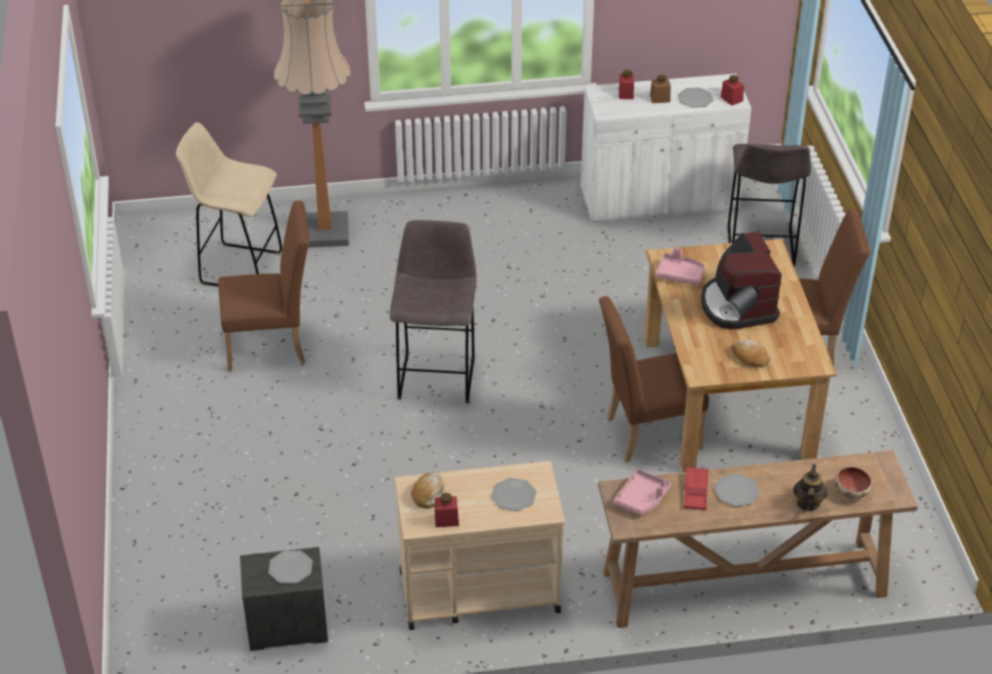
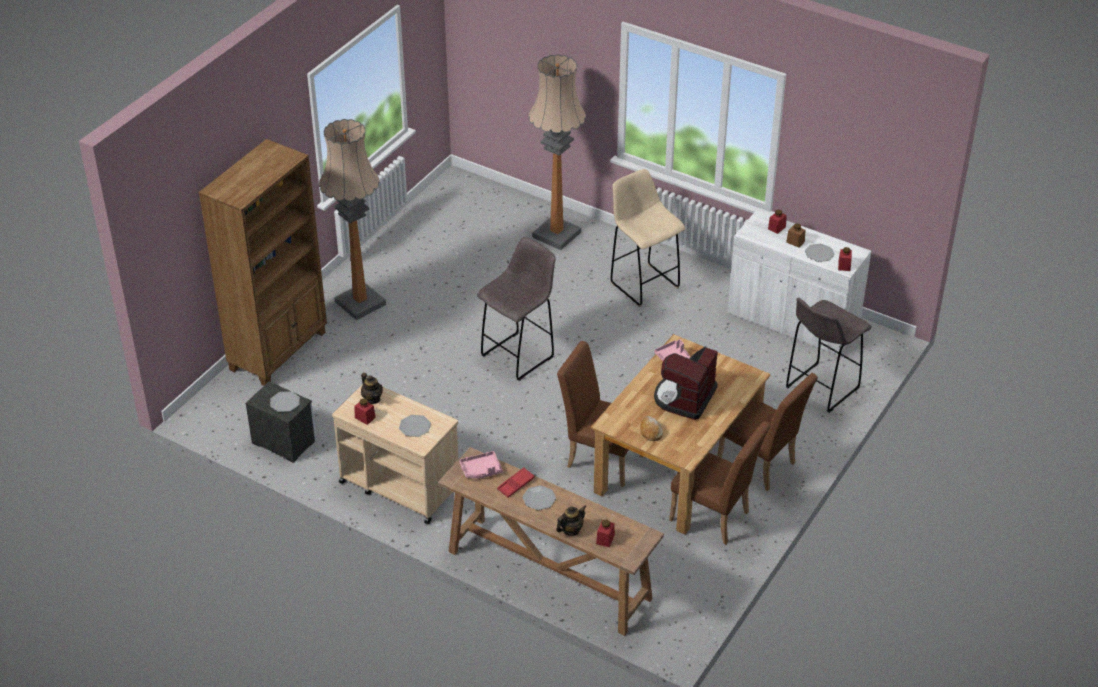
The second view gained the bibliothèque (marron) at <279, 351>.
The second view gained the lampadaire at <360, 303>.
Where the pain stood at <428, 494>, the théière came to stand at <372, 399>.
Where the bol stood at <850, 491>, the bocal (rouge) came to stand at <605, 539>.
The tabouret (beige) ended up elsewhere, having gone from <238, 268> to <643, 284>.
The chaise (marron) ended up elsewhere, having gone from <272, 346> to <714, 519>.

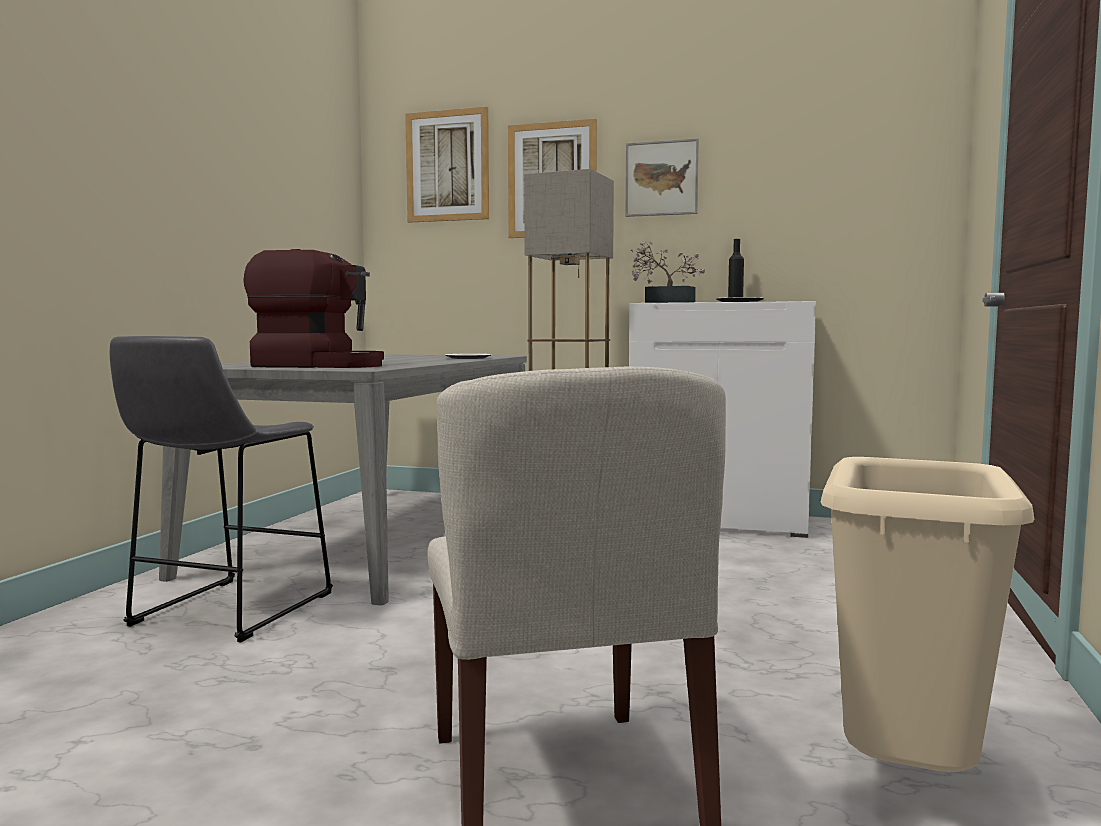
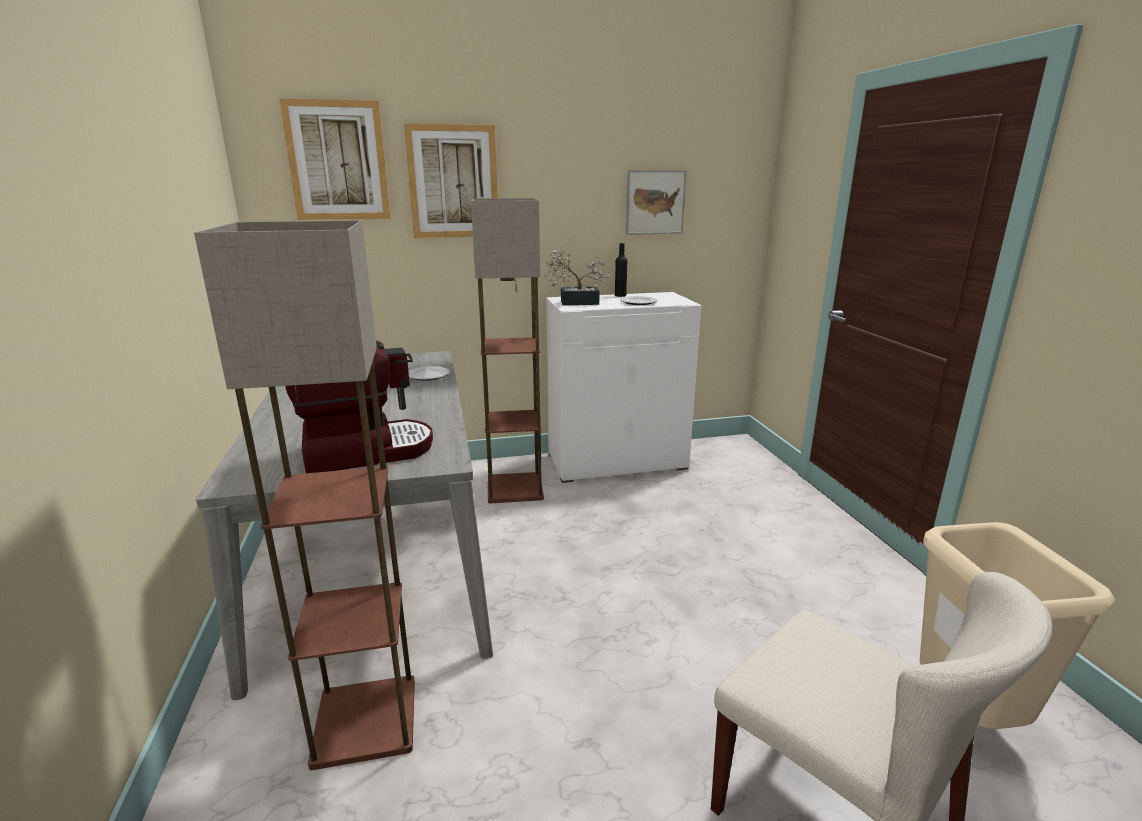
Where the tabouret (gris) stood at <226, 612>, the lampadaire came to stand at <364, 723>.
The tableau ended up elsewhere, having gone from <661, 178> to <655, 202>.

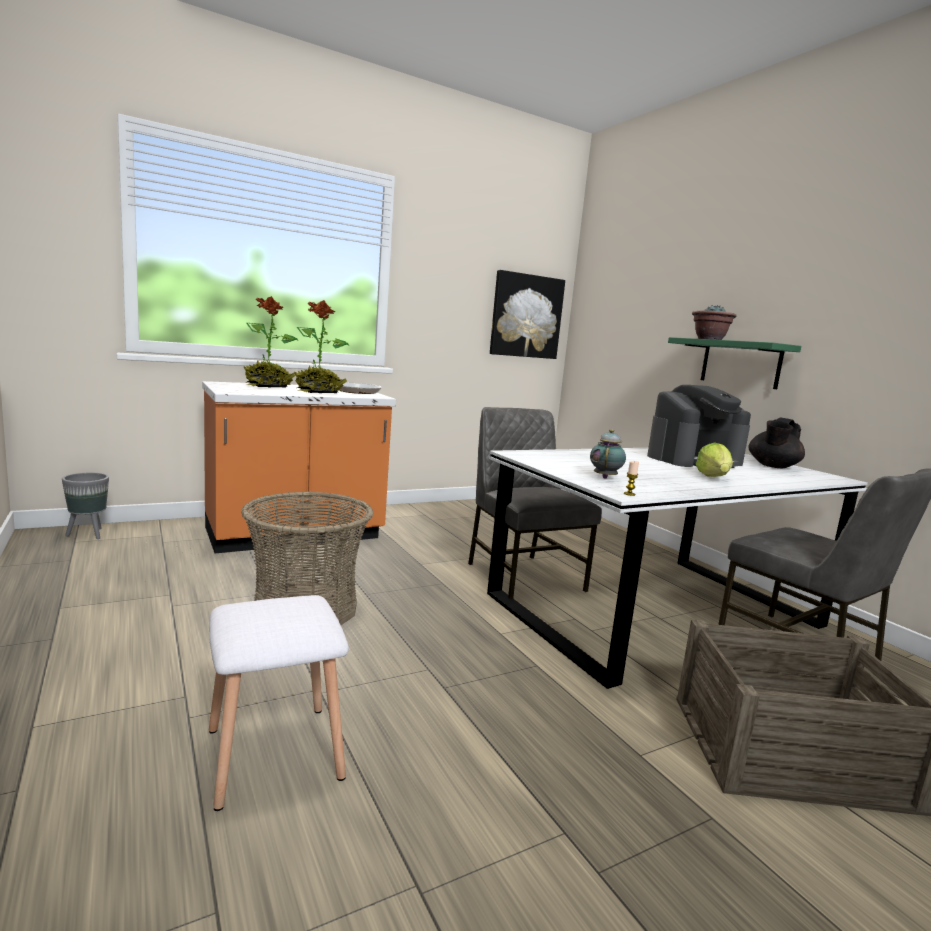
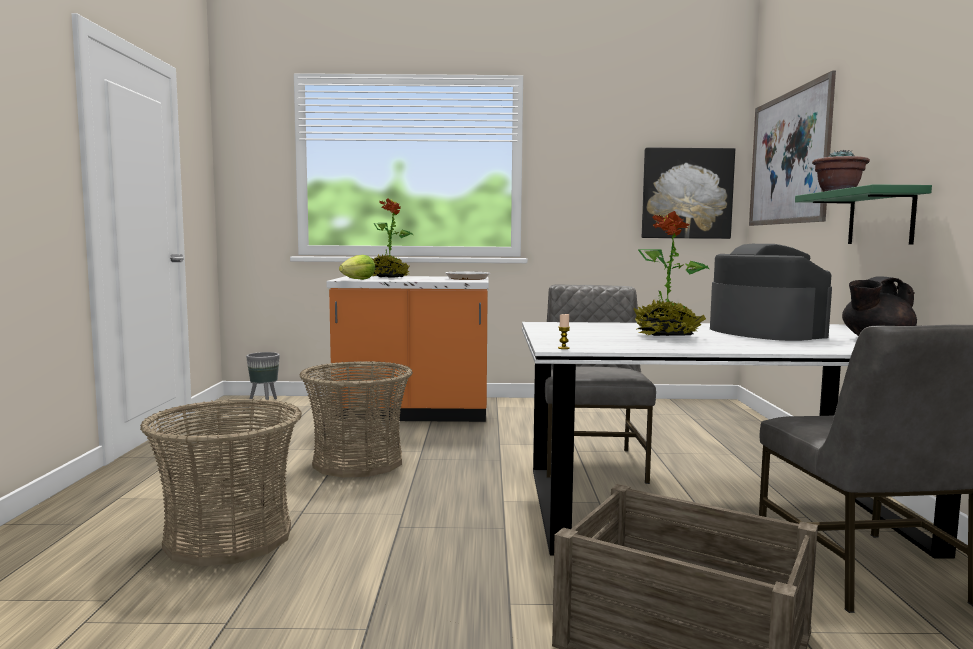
Where the tabouret (blanc) stood at <272, 752>, the panier came to stand at <228, 537>.
The laitue ended up elsewhere, having gone from <713, 477> to <358, 279>.
The plante en pot ended up elsewhere, having gone from <319, 393> to <667, 336>.
The machine à café at <694, 460> ended up facing another way, 120 degrees counterclockwise from before.
The second view gained the tableau at <788, 158>.
The second view lost the théière at <605, 477>.

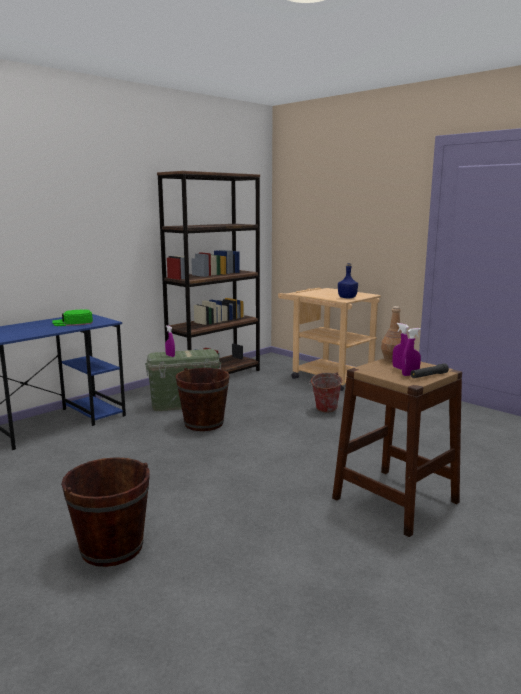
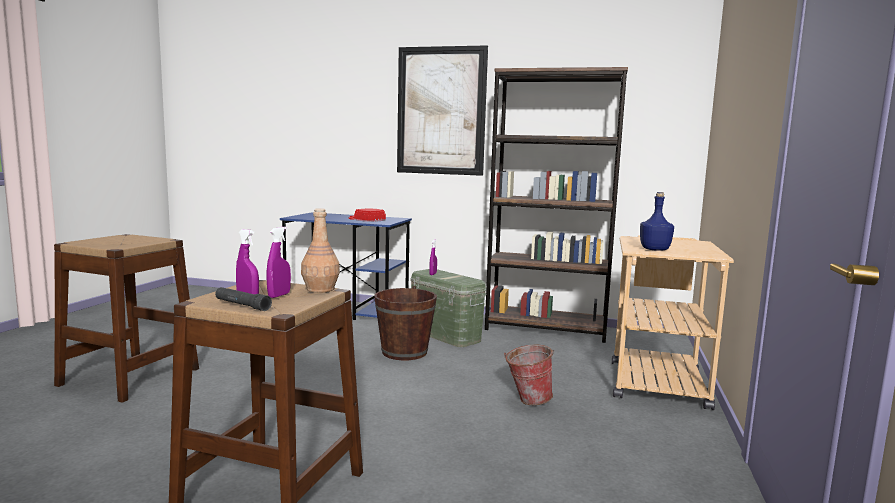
Where the seau (marron) stood at <112, 547>, the tabouret (marron) came to stand at <129, 376>.
What was the casquette (vert) at <73, 322> turned into the casquette (rouge) at <366, 219>.
The second view gained the tableau at <441, 111>.

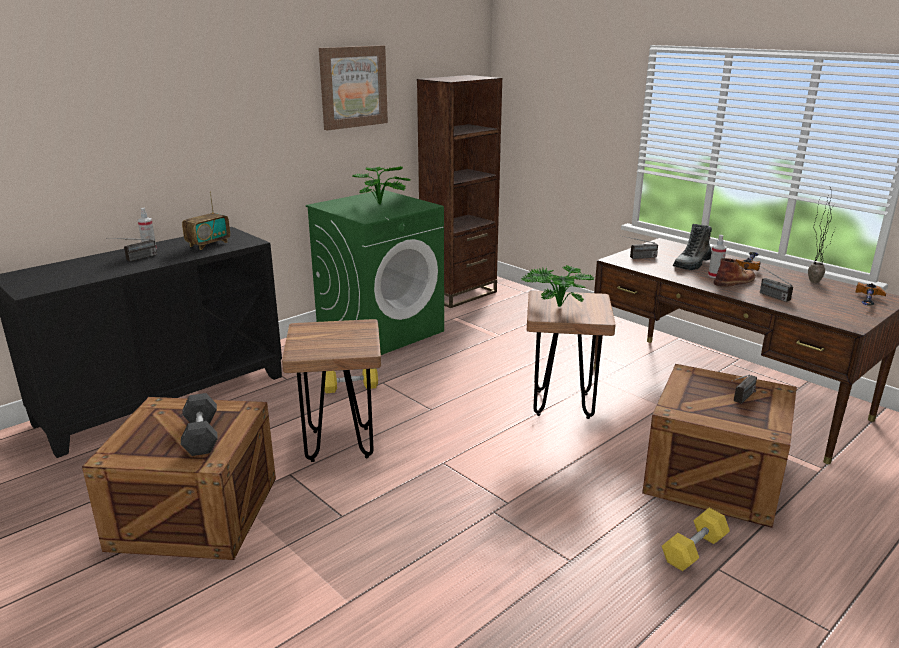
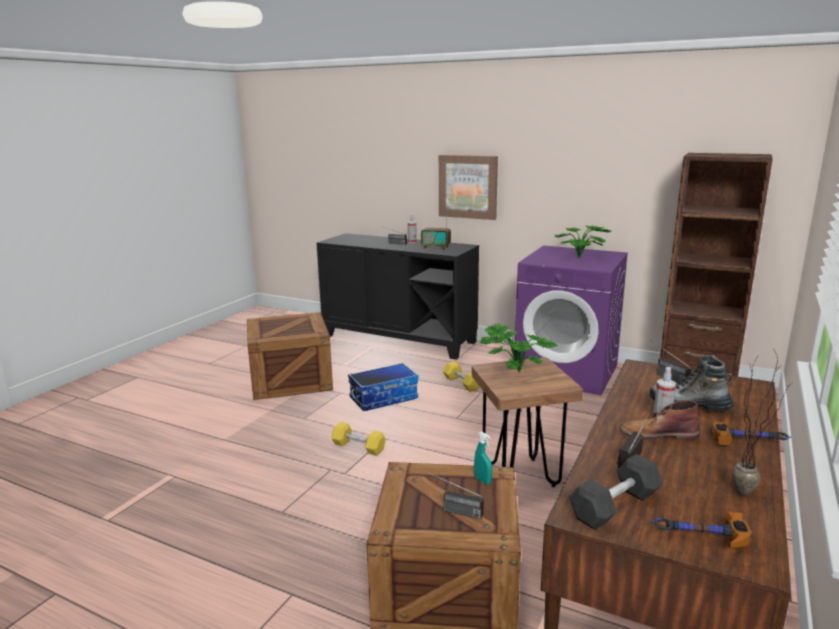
The haltère (jaune) ended up elsewhere, having gone from <694, 550> to <358, 447>.
Where the tabouret (marron) stood at <340, 444>, the boîte de rangement came to stand at <383, 398>.
The tableau ended up elsewhere, having gone from <353, 87> to <468, 186>.
The second view gained the vaporisateur (turquoise) at <482, 480>.
What was the lave-linge (vert) at <381, 331> turned into the lave-linge (violet) at <567, 372>.
The haltère (gris) ended up elsewhere, having gone from <201, 435> to <615, 506>.
The botte (marron) at <735, 281> ended up facing another way, 150 degrees clockwise from before.

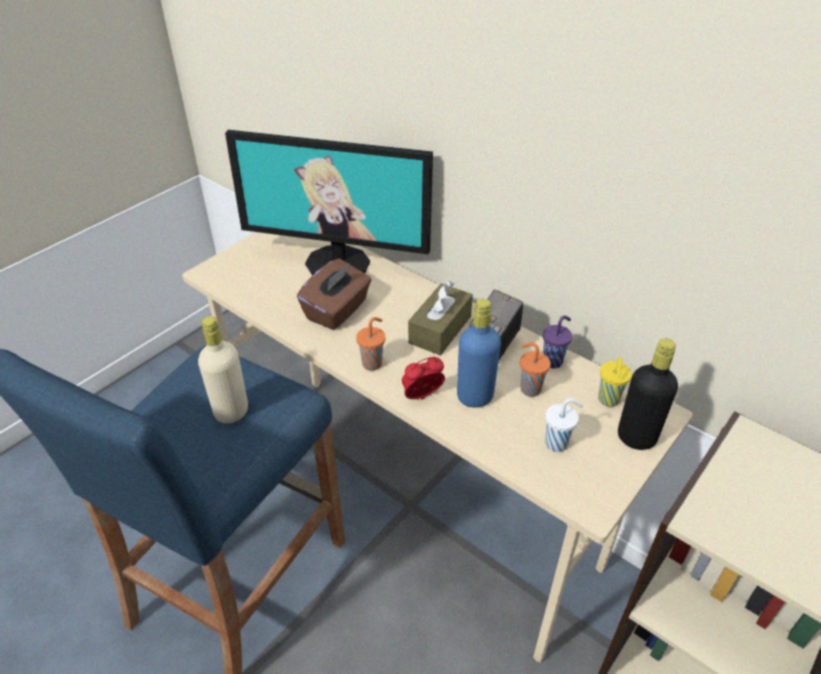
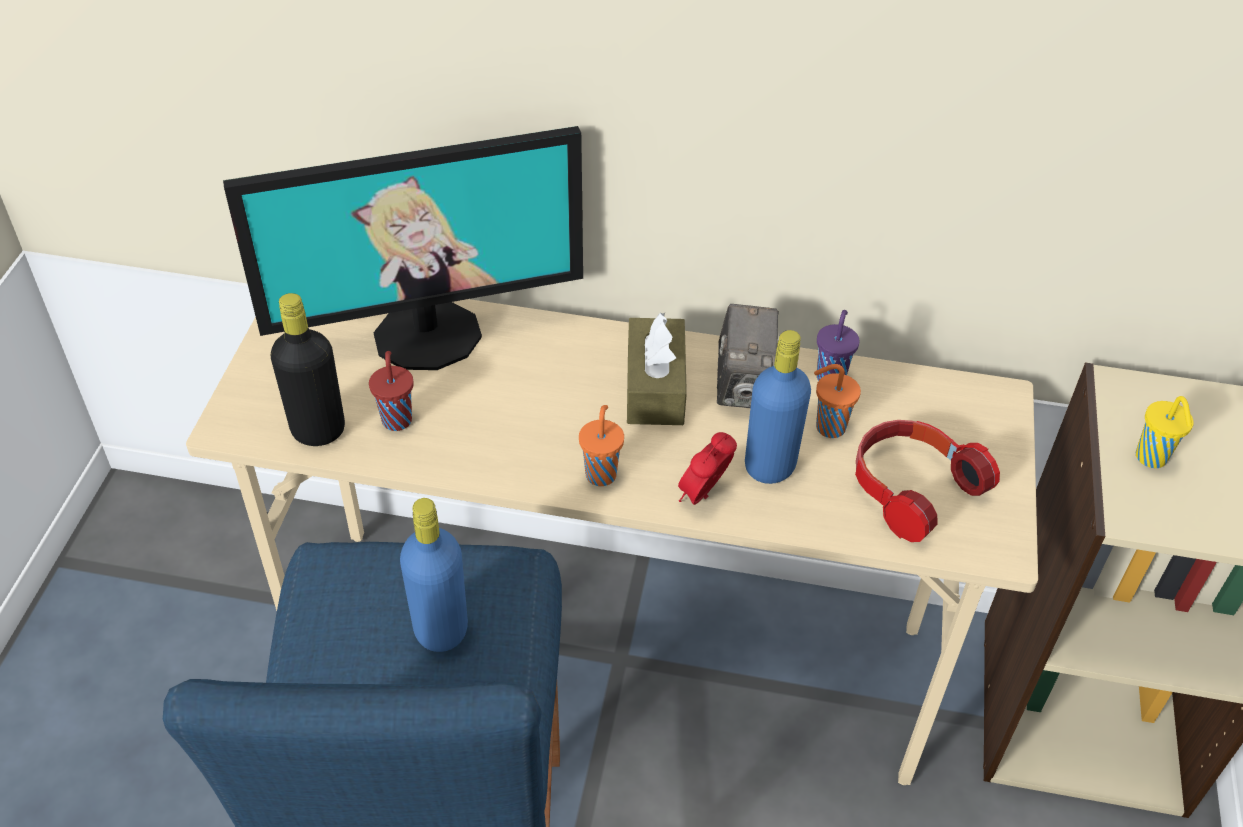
The bouteille (noir) ended up elsewhere, having gone from <636, 437> to <318, 430>.
The second view gained the tasse (rouge) at <397, 419>.
What was the bouteille (beige) at <231, 411> turned into the bouteille (bleu) at <441, 629>.
Where the tasse (blanc) stood at <557, 443>, the casque audio came to stand at <911, 487>.
The tasse (jaune) ended up elsewhere, having gone from <608, 400> to <1152, 459>.
The second view lost the boîte à mouchoirs (marron) at <337, 311>.

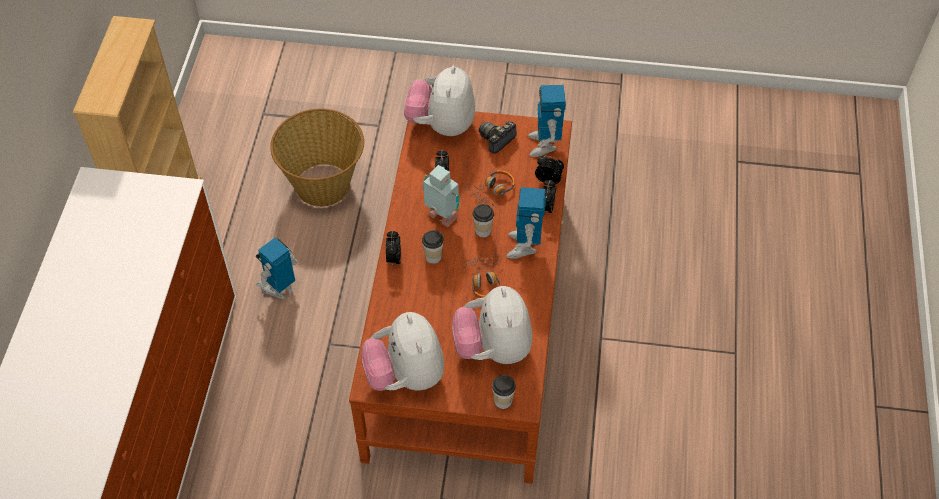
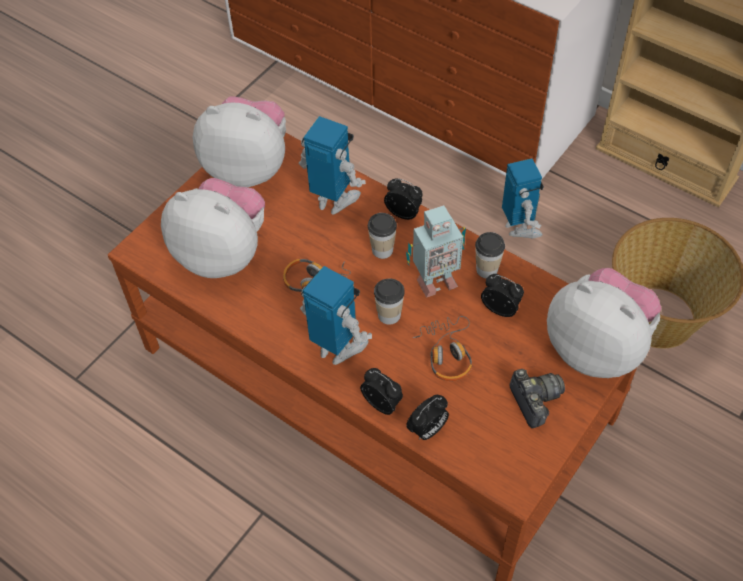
The robot jouet ended up elsewhere, having gone from <544, 145> to <334, 200>.
The tasse ended up elsewhere, having gone from <503, 401> to <487, 269>.

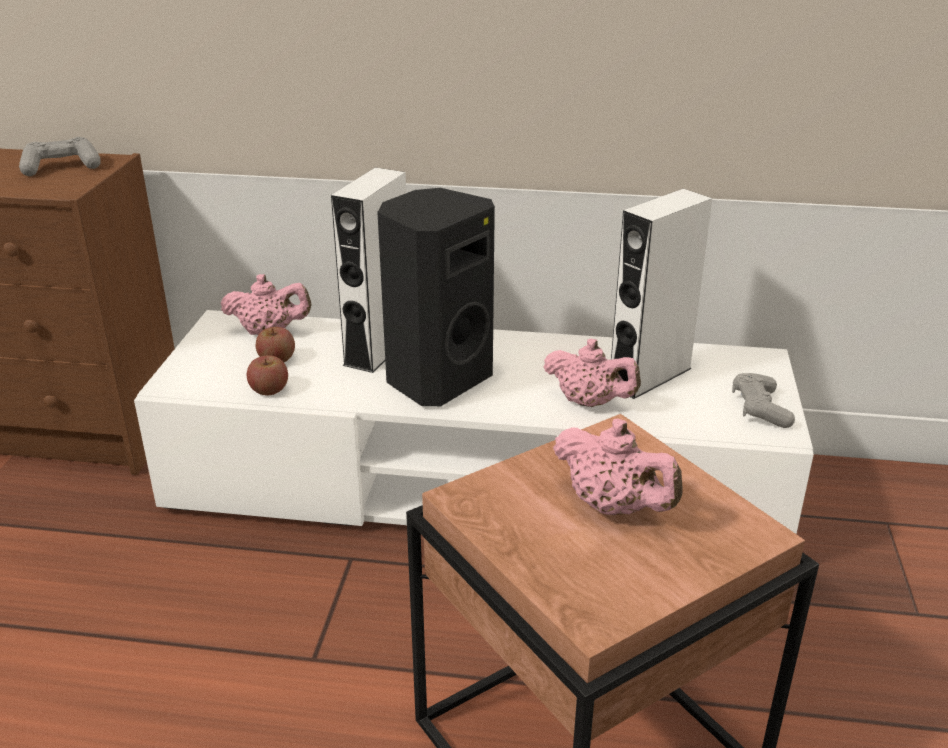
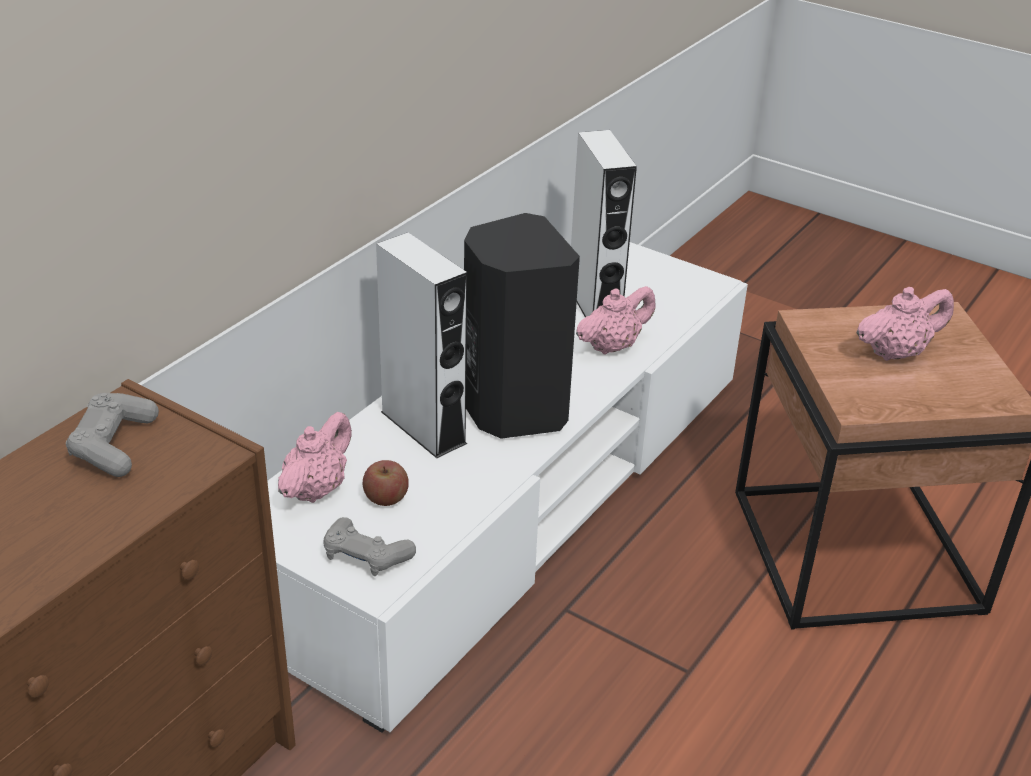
The manette (gris) ended up elsewhere, having gone from <759, 409> to <366, 556>.
The second view lost the pomme at <269, 390>.

